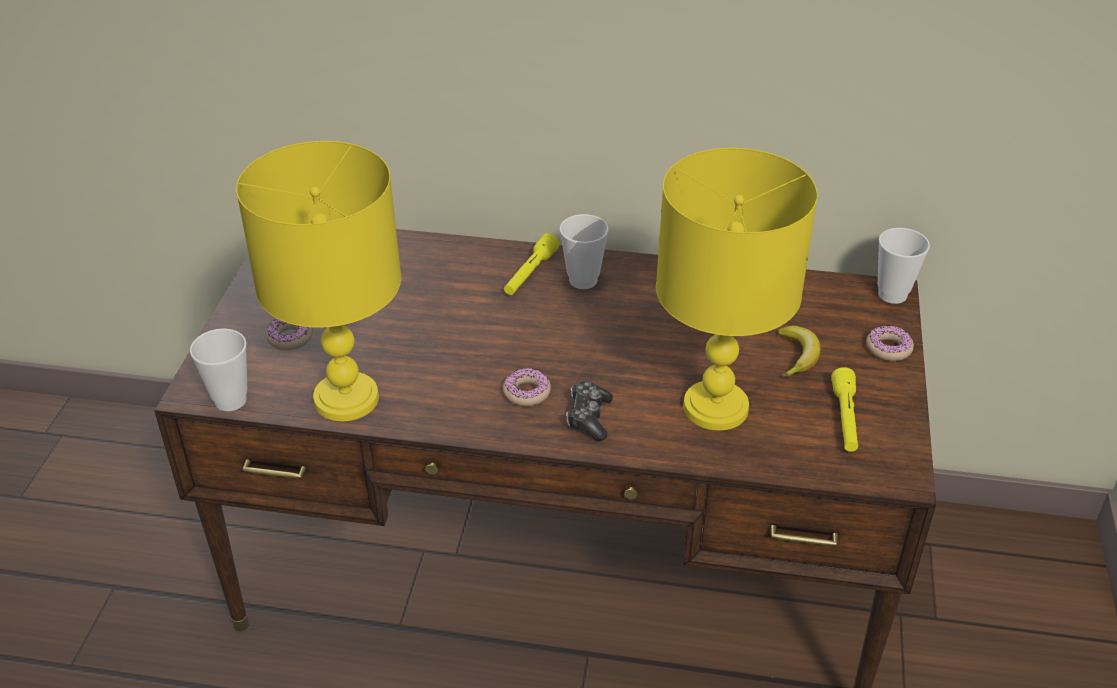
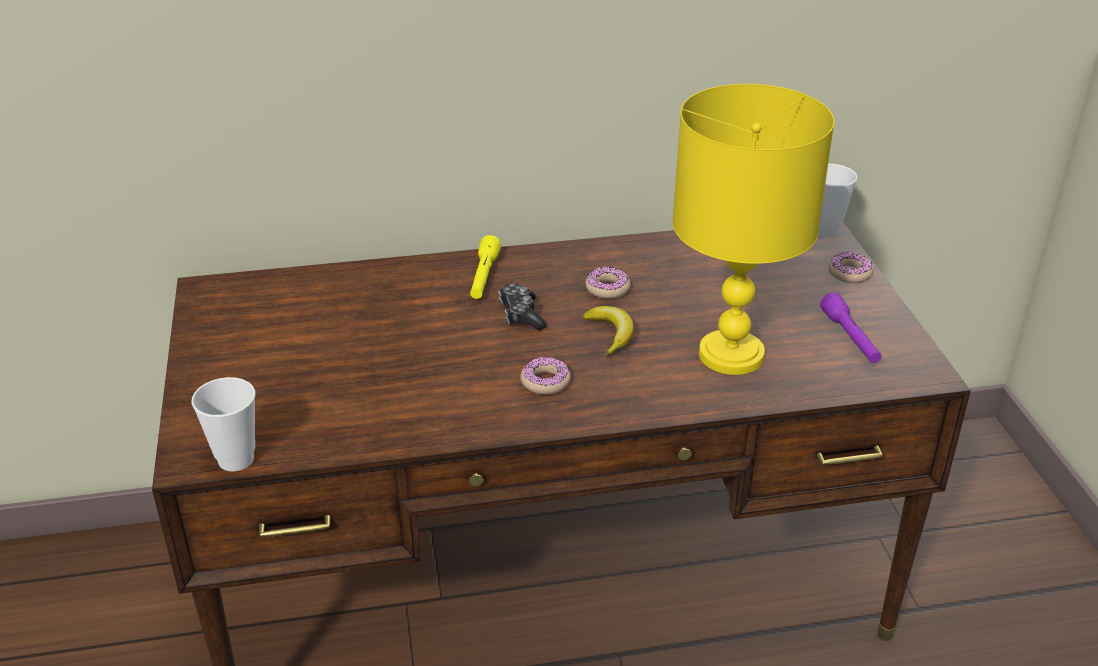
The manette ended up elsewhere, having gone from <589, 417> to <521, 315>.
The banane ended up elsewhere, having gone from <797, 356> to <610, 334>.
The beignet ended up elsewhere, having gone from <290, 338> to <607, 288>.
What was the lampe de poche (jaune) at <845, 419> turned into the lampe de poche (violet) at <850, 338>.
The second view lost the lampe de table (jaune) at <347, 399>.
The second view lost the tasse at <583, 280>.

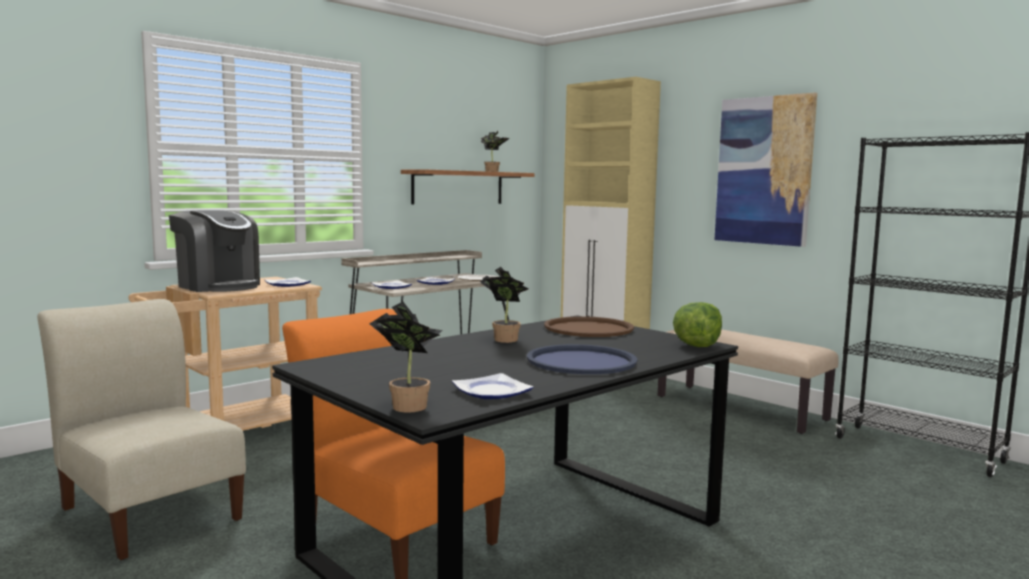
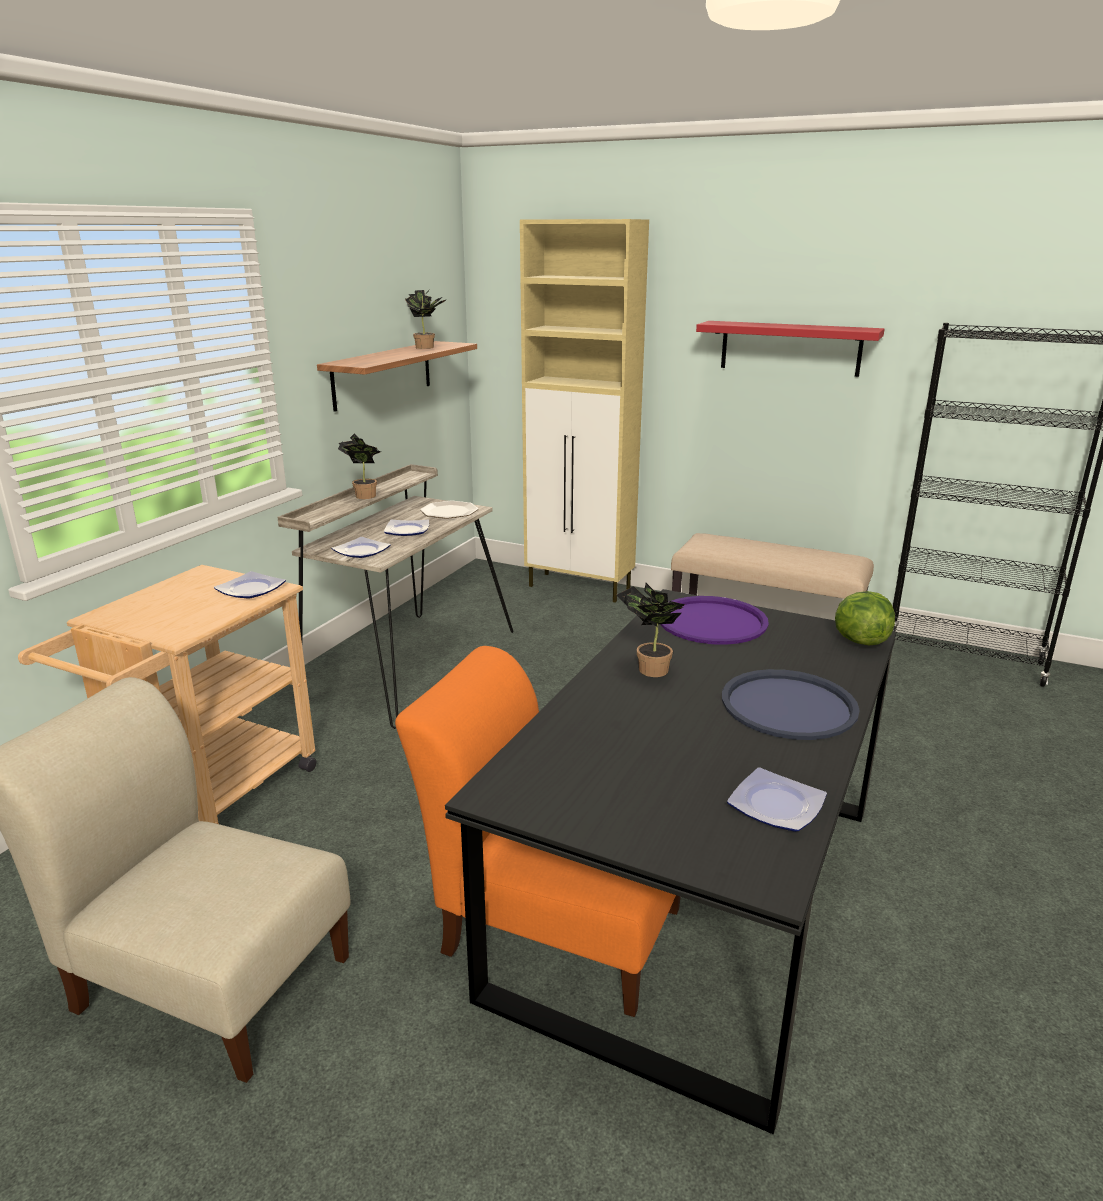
The plante en pot ended up elsewhere, having gone from <406, 406> to <363, 495>.
What was the plateau (marron) at <588, 328> turned into the plateau (violet) at <712, 622>.
Where the tableau hung at <764, 171>, the étagère (rouge) came to hang at <790, 348>.
The second view lost the machine à café at <218, 286>.

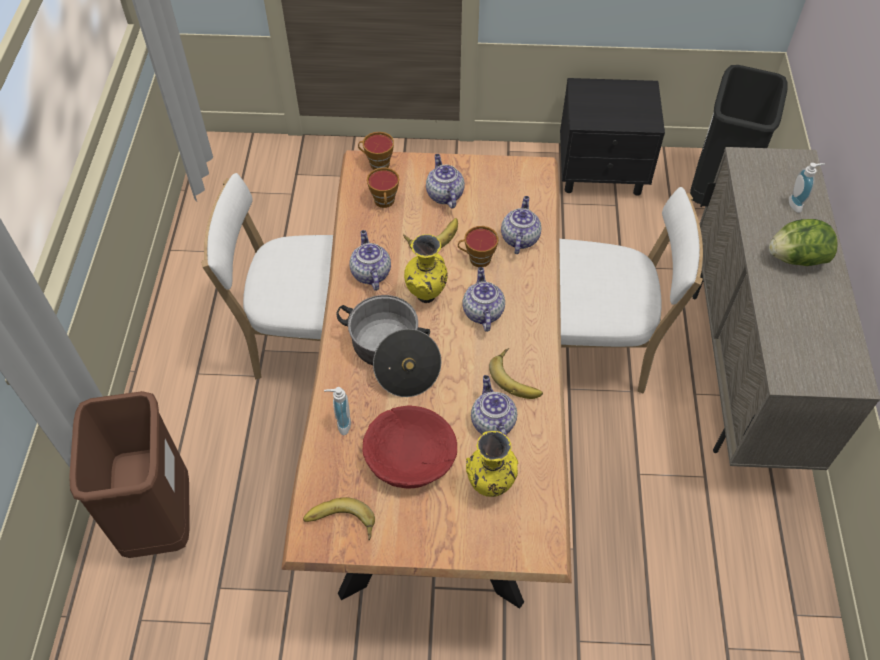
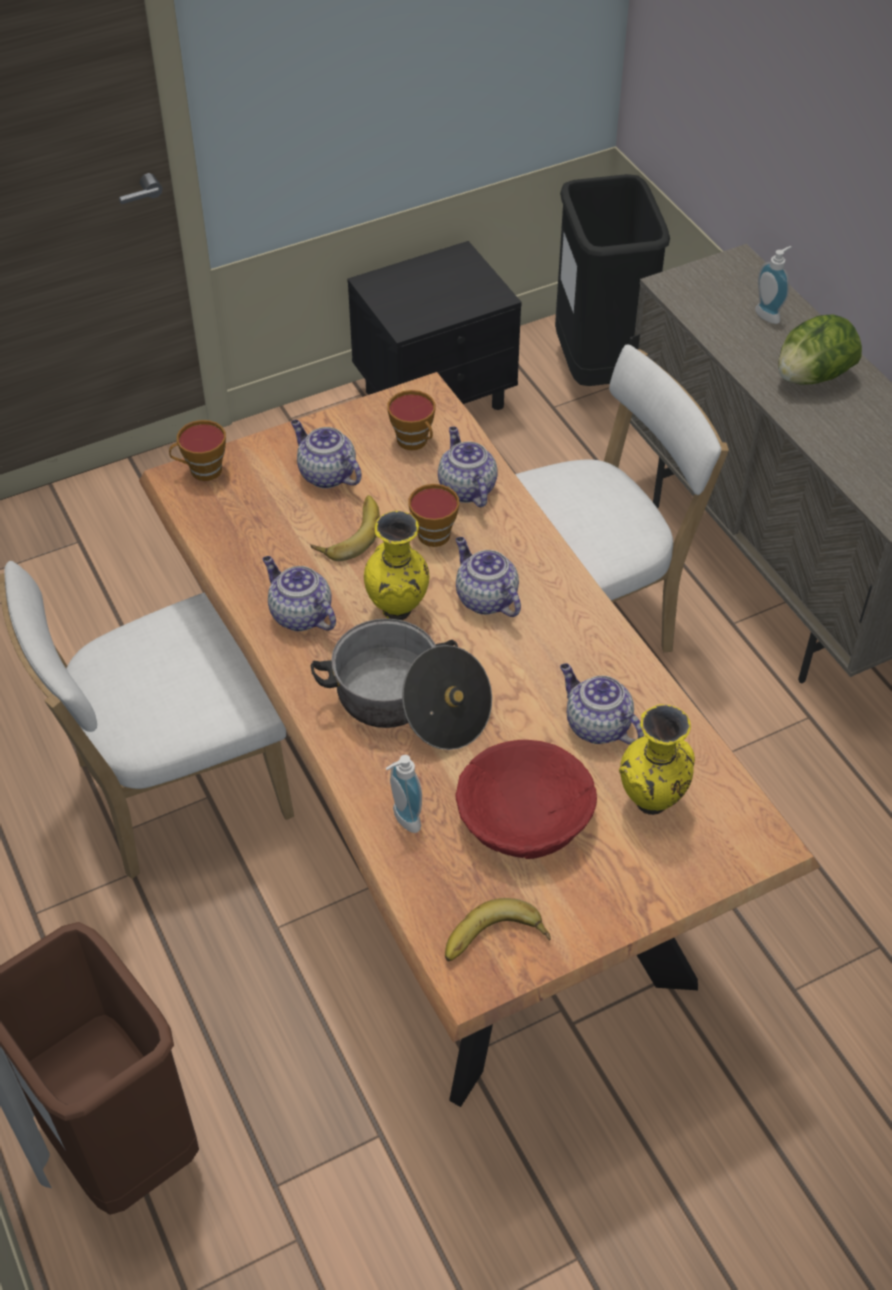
The tasse ended up elsewhere, having gone from <385, 202> to <415, 442>.
The second view lost the banane at <517, 377>.

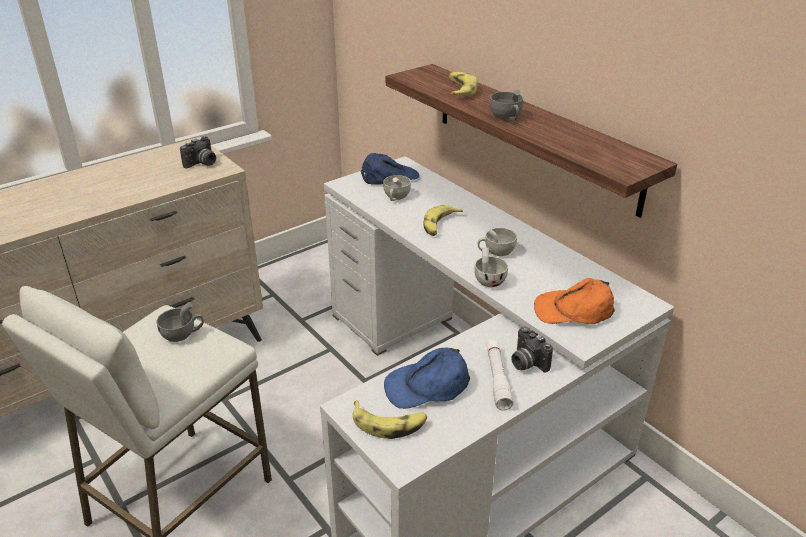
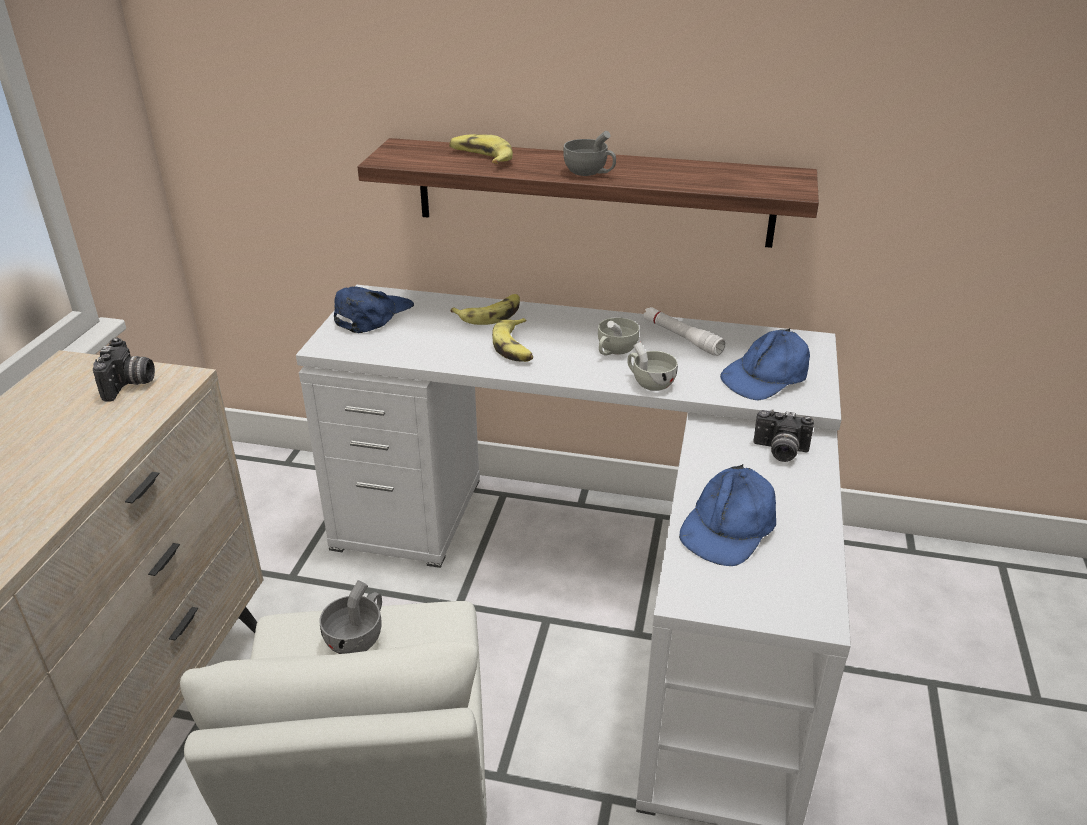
The banane ended up elsewhere, having gone from <389, 424> to <490, 315>.
The lampe de poche (blanc) ended up elsewhere, having gone from <497, 378> to <681, 337>.
What was the casquette (orange) at <573, 310> turned into the casquette (bleu) at <766, 376>.
The second view lost the tasse (blanc) at <396, 197>.

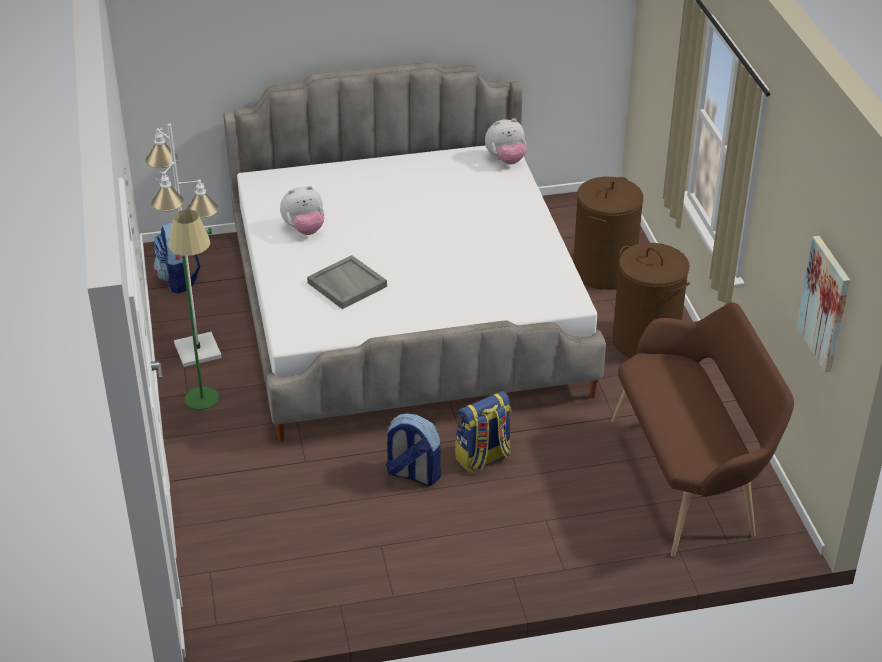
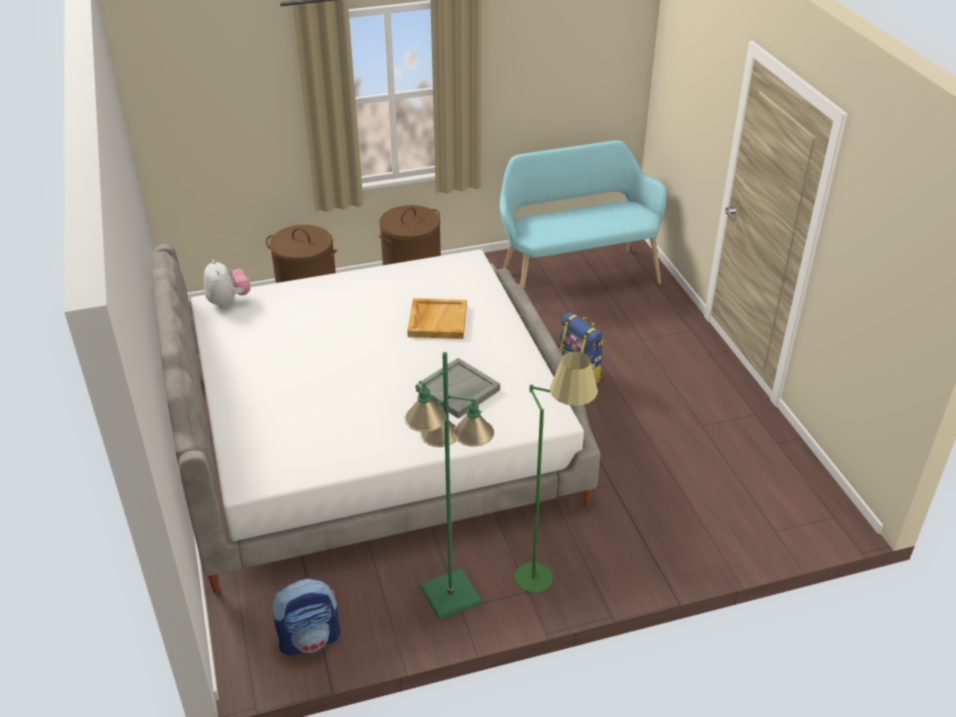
What was the lampadaire (blanc) at <198, 350> turned into the lampadaire (vert) at <449, 595>.
The second view gained the plateau (beige) at <437, 321>.
What was the banc (marron) at <690, 478> turned into the banc (turquoise) at <575, 274>.
The second view lost the peluche at <304, 229>.
The second view lost the sac à dos at <412, 474>.
The second view lost the tableau at <825, 303>.

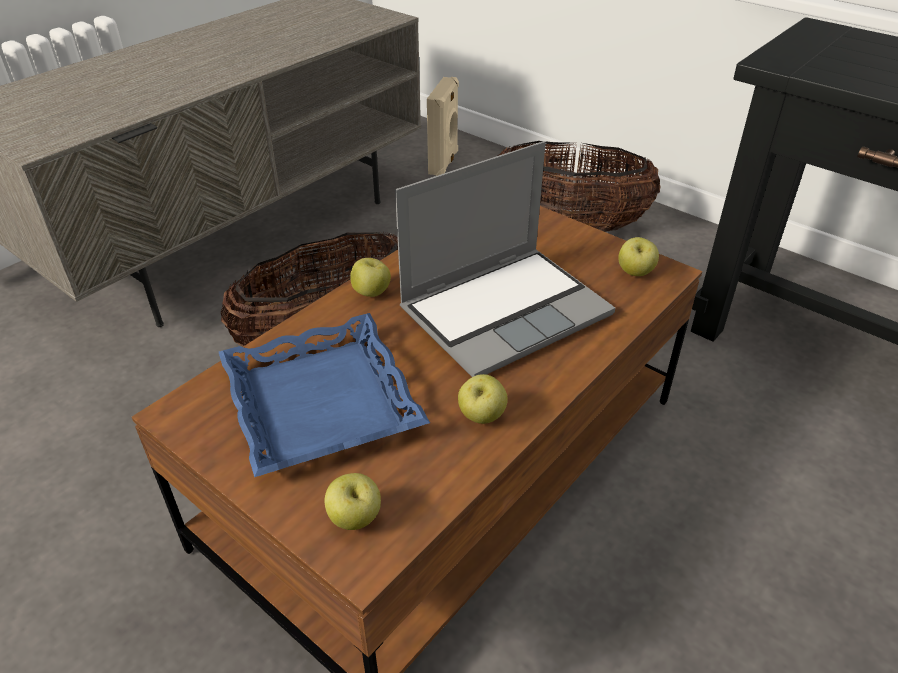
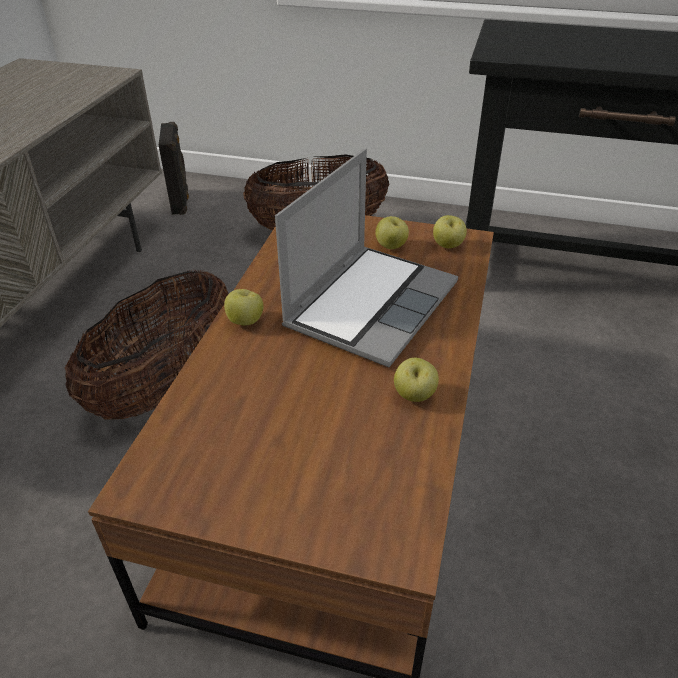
What was the enceinte (beige) at <444, 163> turned into the enceinte (noir) at <181, 202>.
The pomme ended up elsewhere, having gone from <355, 518> to <391, 246>.
The second view lost the plateau (bleu) at <323, 402>.

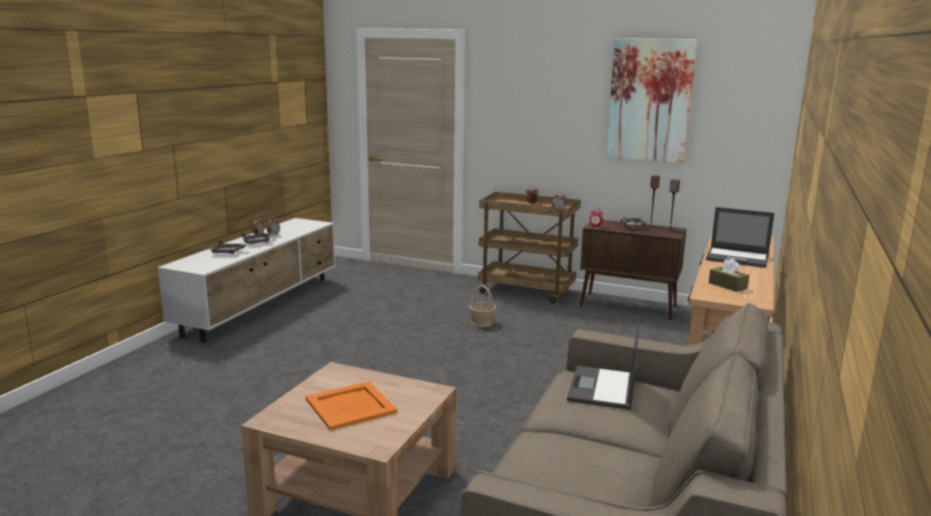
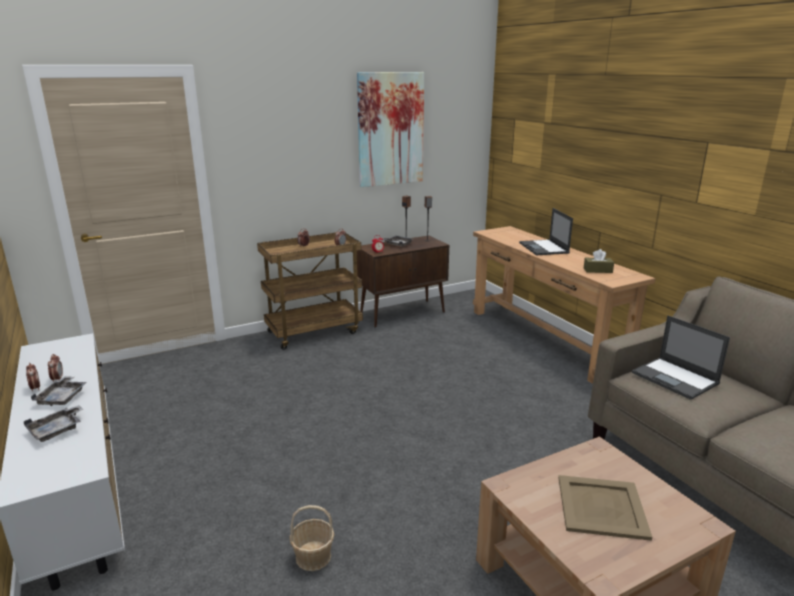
The panier ended up elsewhere, having gone from <482, 322> to <313, 556>.
The ordinateur portable at <738, 258> ended up facing another way, 105 degrees clockwise from before.
What was the plateau (orange) at <351, 406> turned into the plateau (beige) at <602, 506>.

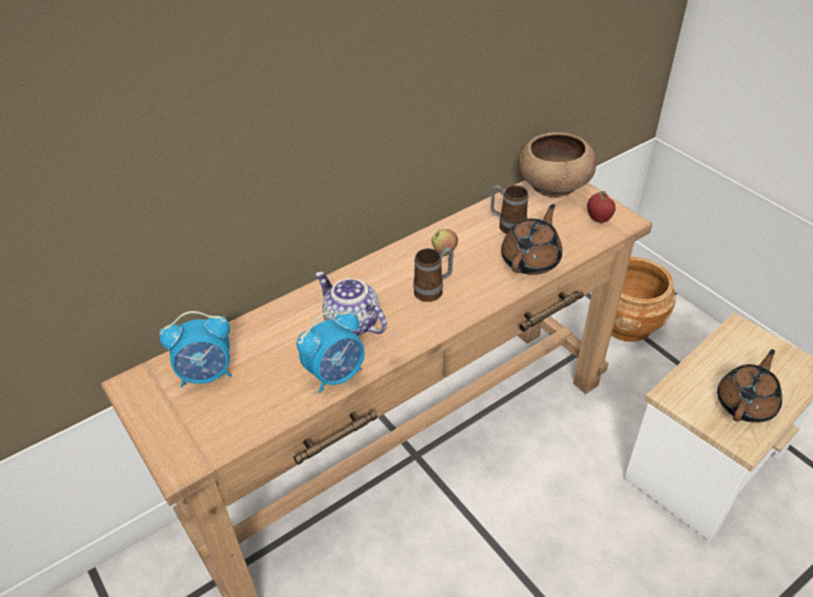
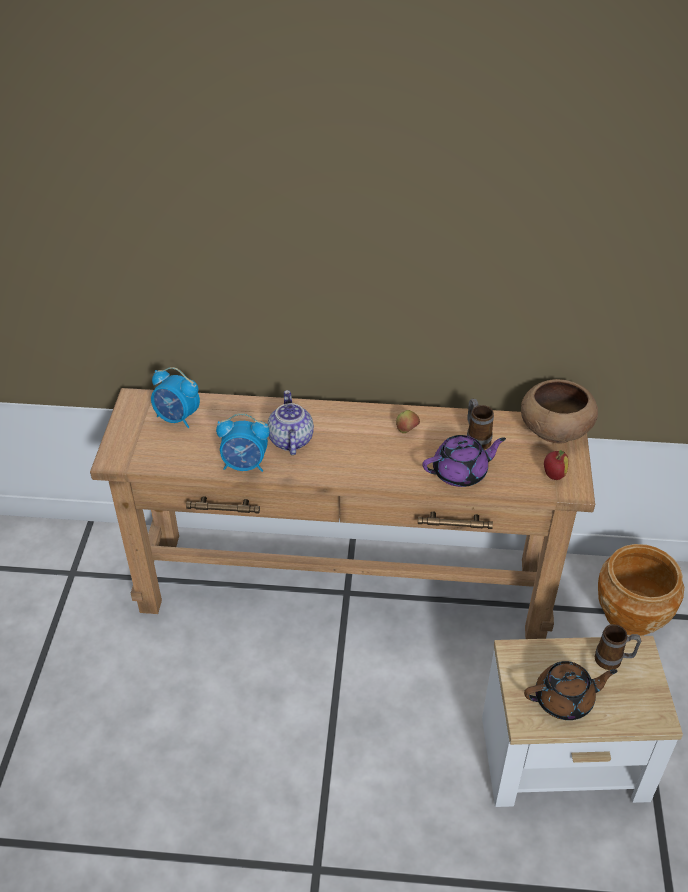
What was the théière (marron) at <531, 260> turned into the théière (violet) at <461, 473>.
The mug ended up elsewhere, having gone from <433, 290> to <613, 660>.

